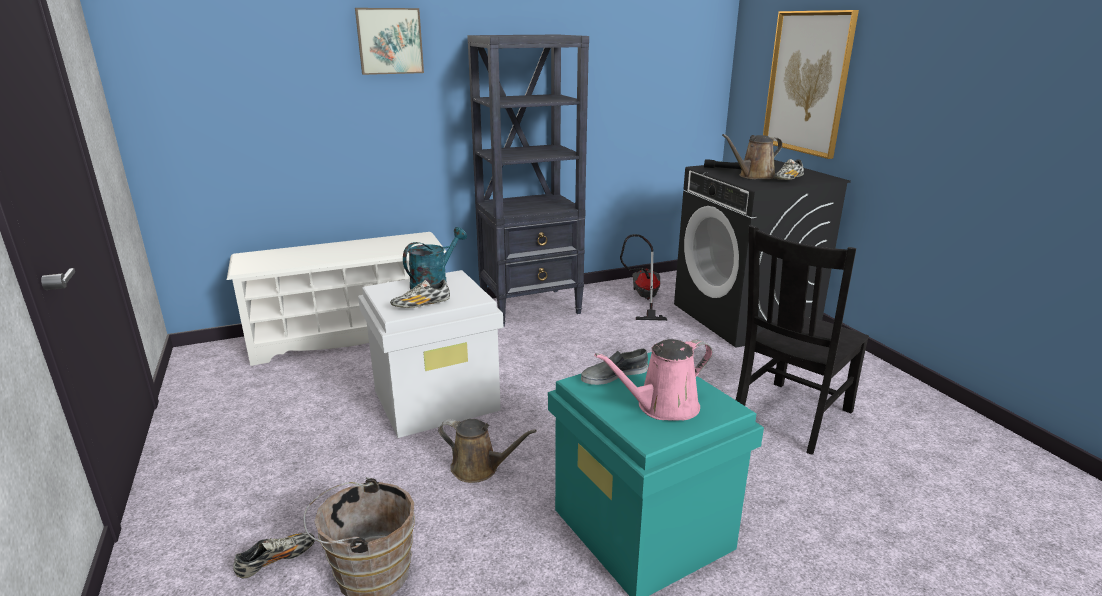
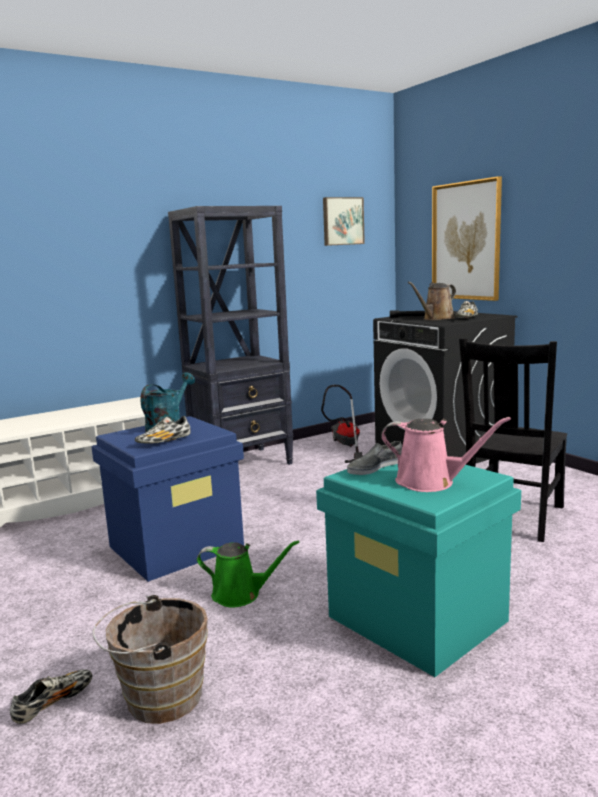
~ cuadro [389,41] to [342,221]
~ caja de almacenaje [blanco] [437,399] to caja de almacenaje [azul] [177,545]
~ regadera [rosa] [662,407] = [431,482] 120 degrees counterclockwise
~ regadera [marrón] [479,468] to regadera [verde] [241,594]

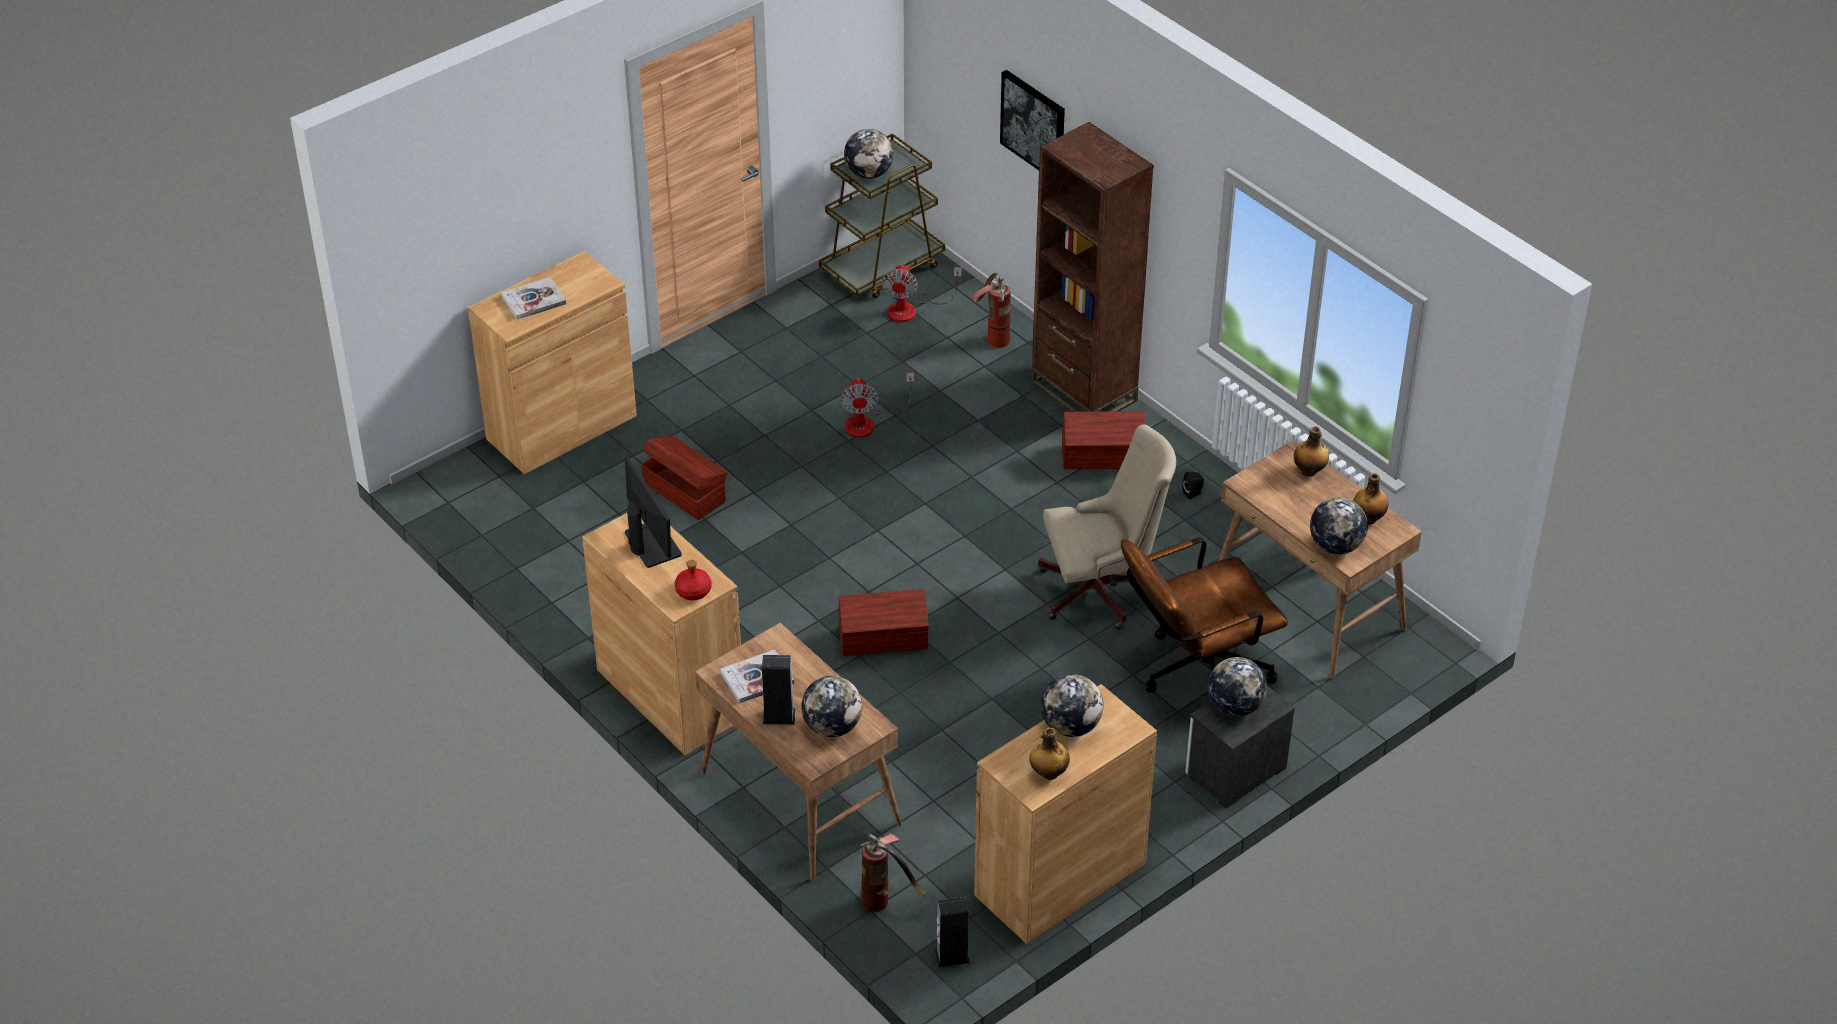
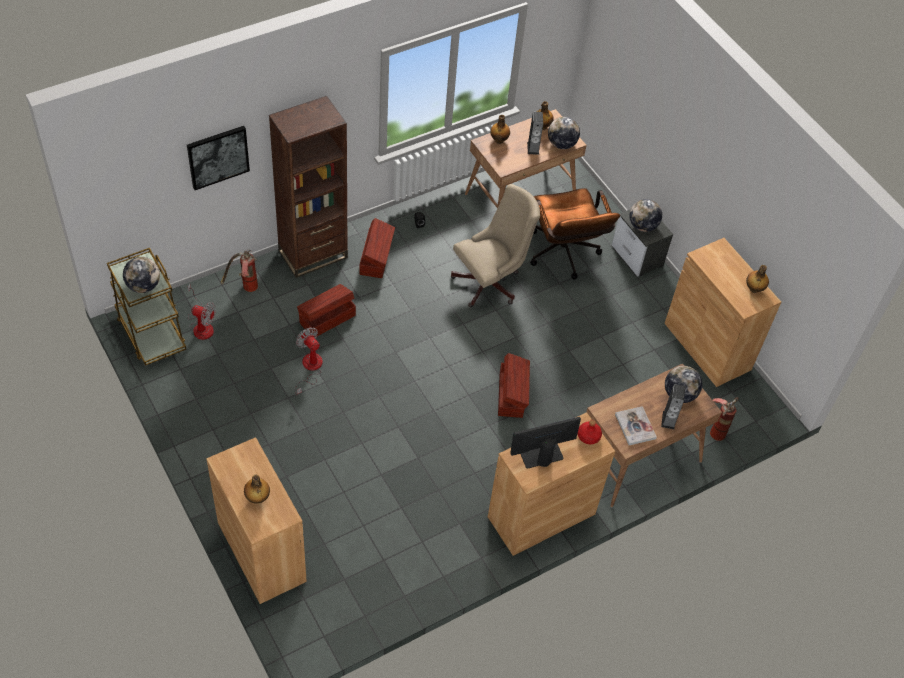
~ libro [533,300] to botella [257,498]
~ ventilador [868,422] = [310,368] 135 degrees counterclockwise
~ silla de oficina [beis] [1102,591] = [491,282] 60 degrees clockwise
~ caja de almacenaje [marrón] [684,491] to [326,319]
- globo terráqueo [1070,726]
~ altavoz [952,956] to [533,148]

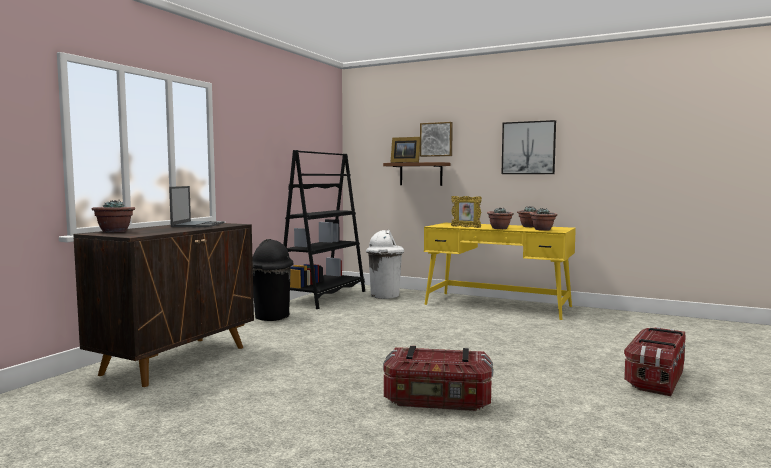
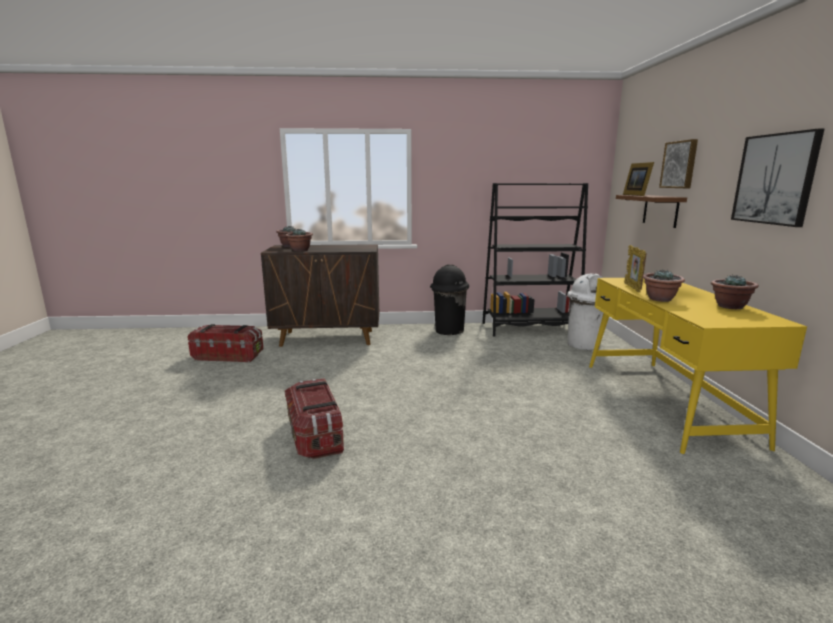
- portátil [198,225]
~ planta en maceta [543,229] to [300,250]
~ caja de almacenaje [655,379] to [228,356]

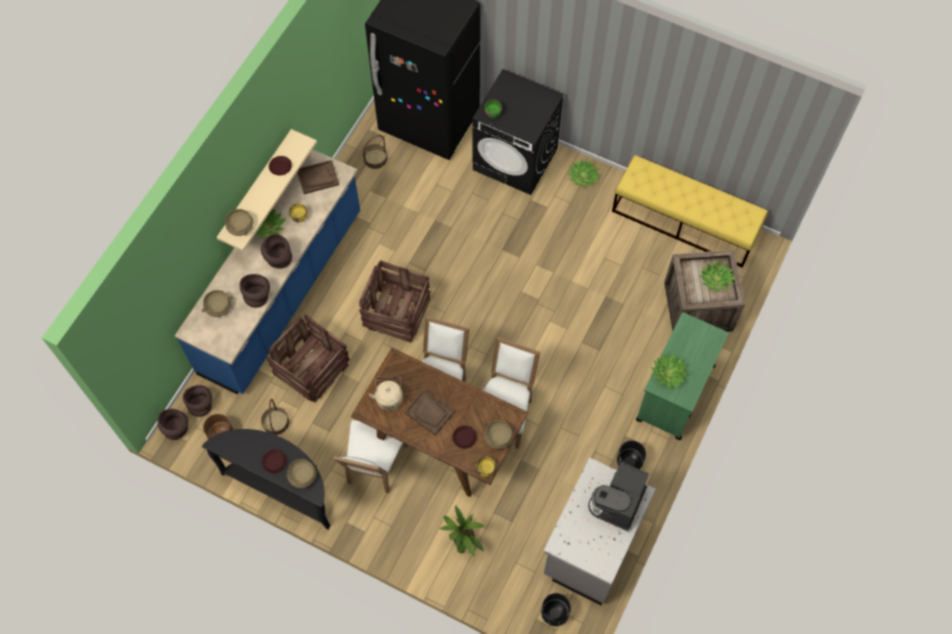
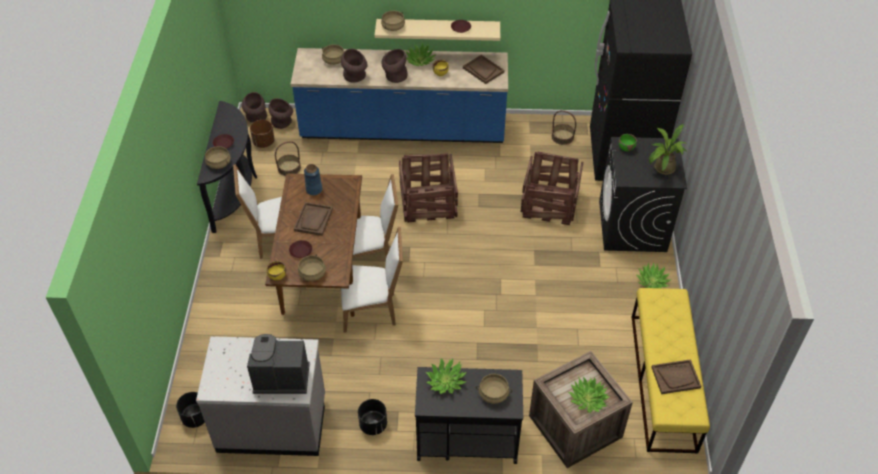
~ carrito [verde] [674,393] to carrito [negro] [466,438]
~ caja de embalaje [312,367] to [550,203]
~ hervidor [beis] [389,397] to florero [azul] [314,190]
~ planta en maceta [463,540] to [662,169]
+ bandeja [marrón] [675,377]
+ olla [beis] [493,394]

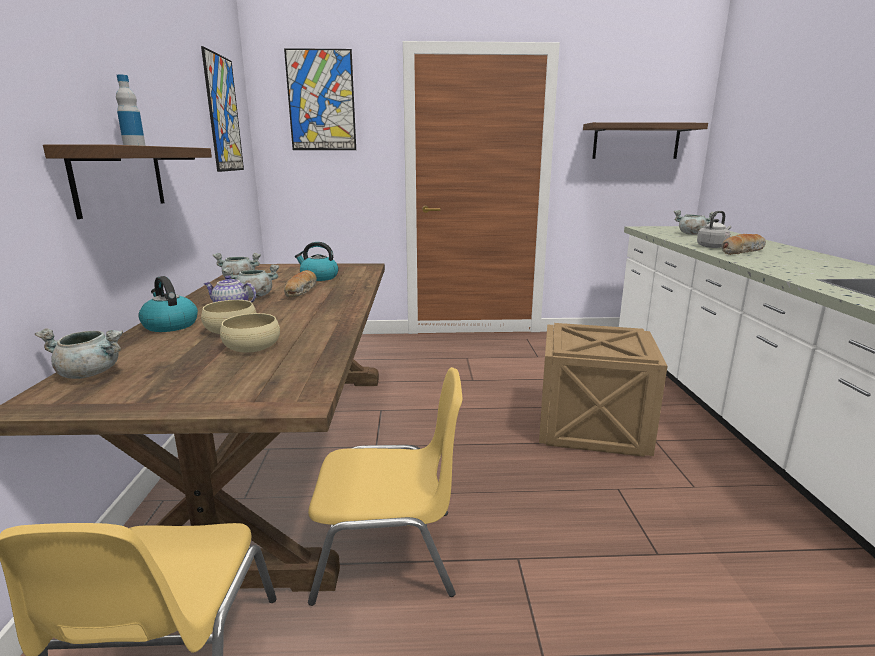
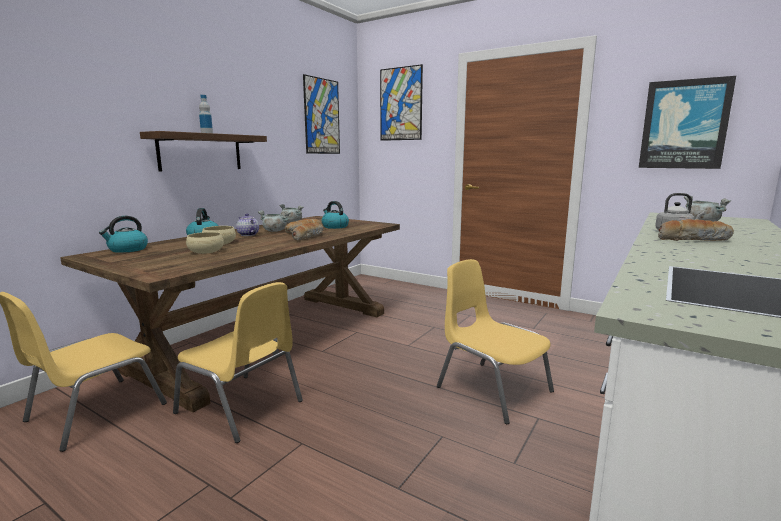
~ estante [636,141] to cuadro [684,124]
~ caja de embalaje [589,427] to silla [amarillo] [492,389]
~ olla [gris] [90,373] to hervidor [127,249]
+ pan [307,237]

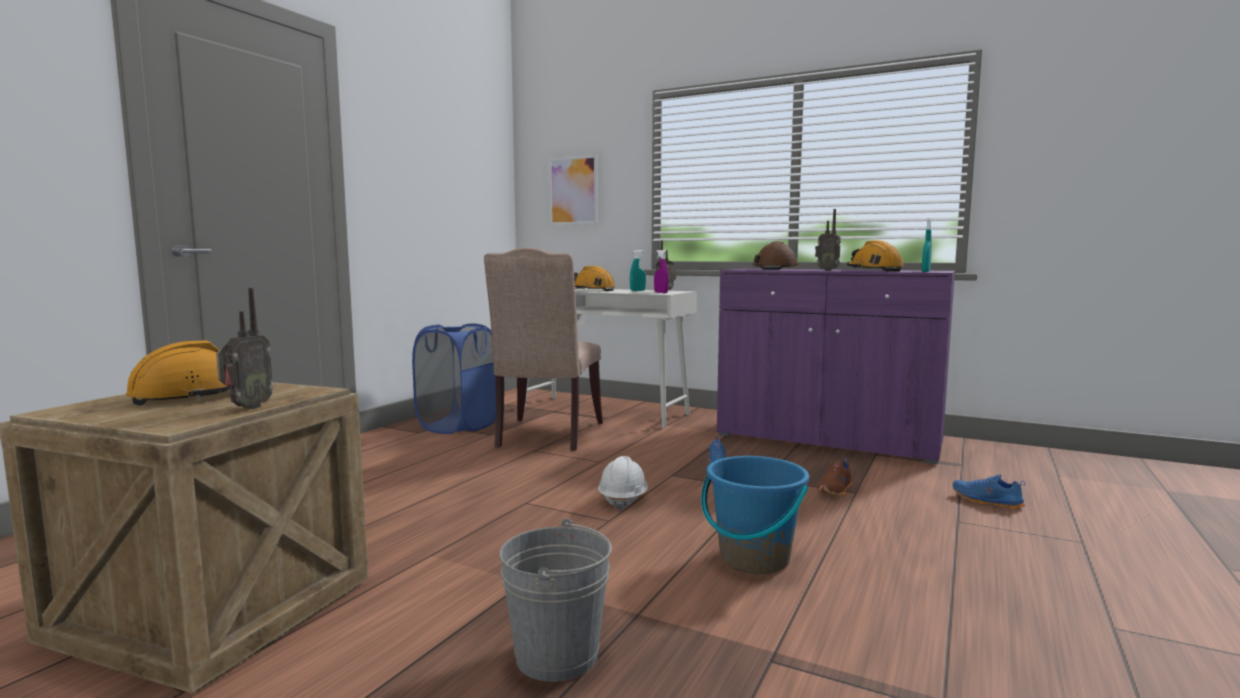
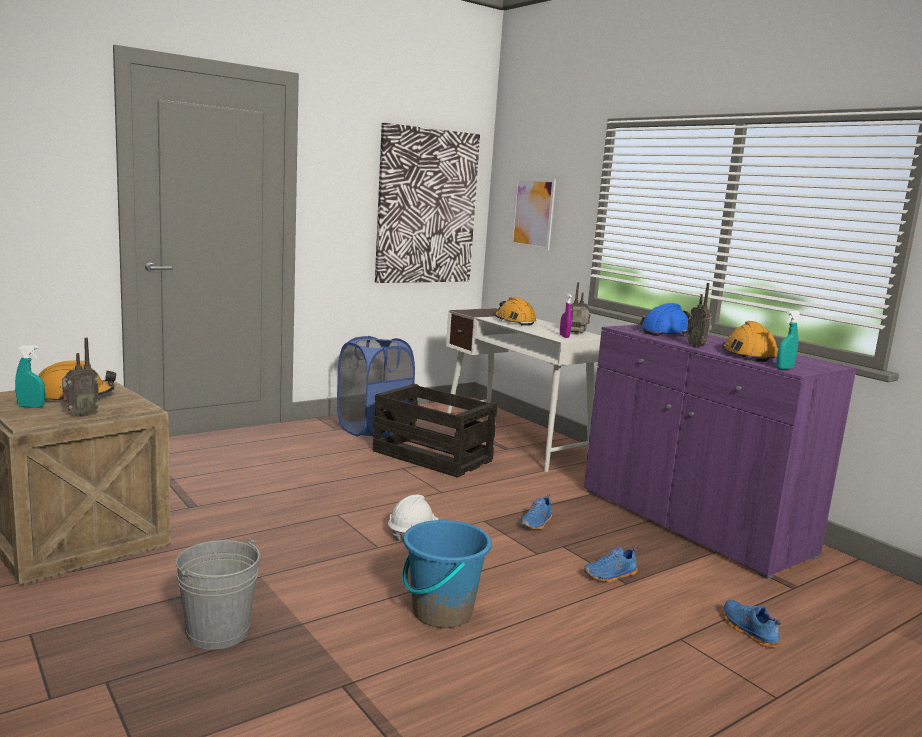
~ casco [marrón] [776,269] to casco [azul] [666,333]
~ silla [beis] [547,436] to caja de embalaje [431,456]
~ pulverizador [turquesa] [637,290] to [31,407]
~ zapato [marrón] [836,490] to zapato [azul] [611,575]
+ cuadro [426,206]

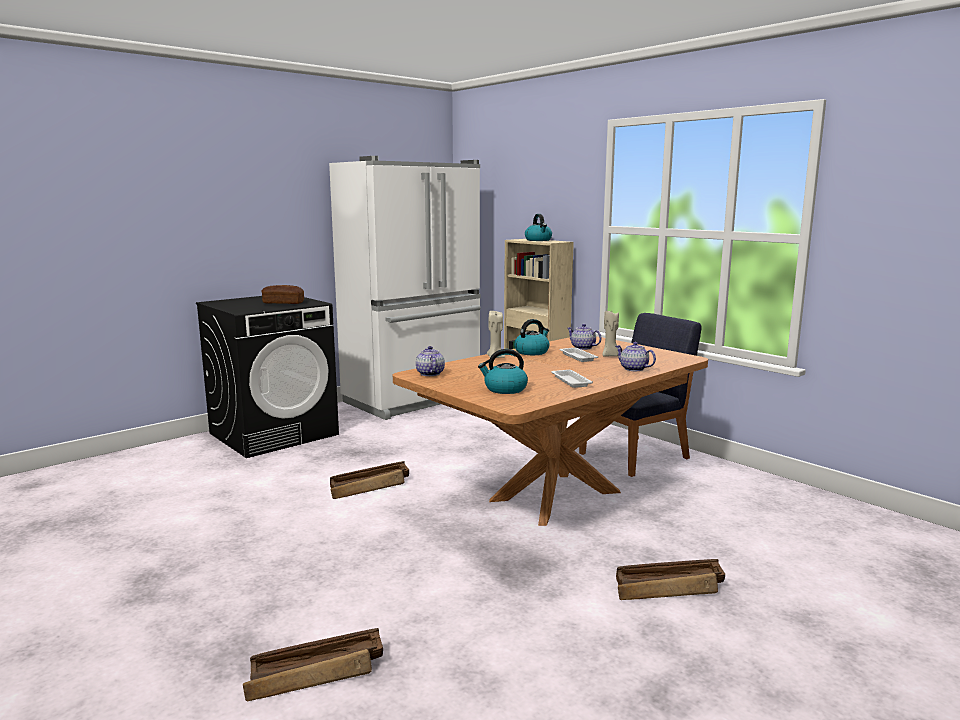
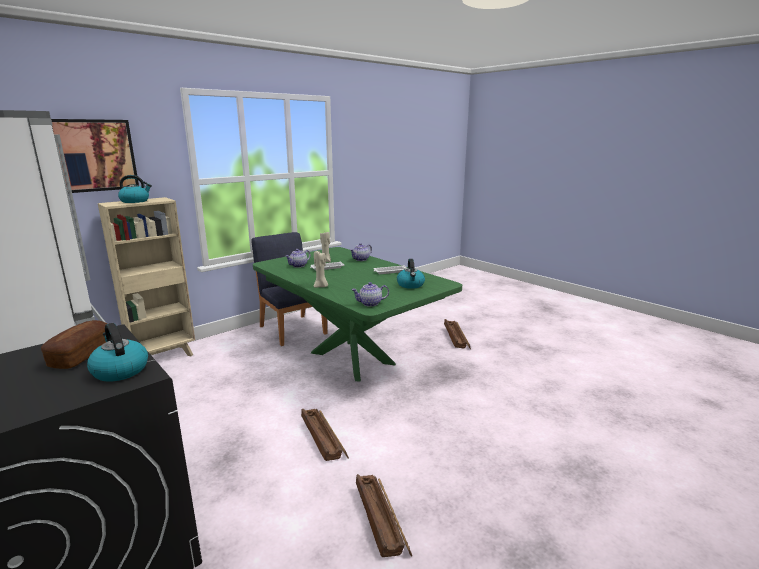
~ hervidor [532,352] to [120,370]
~ mesa de comedor [marrón] [554,495] to mesa de comedor [verde] [352,358]
~ caja de embalaje [317,673] to [381,519]
+ cuadro [95,155]

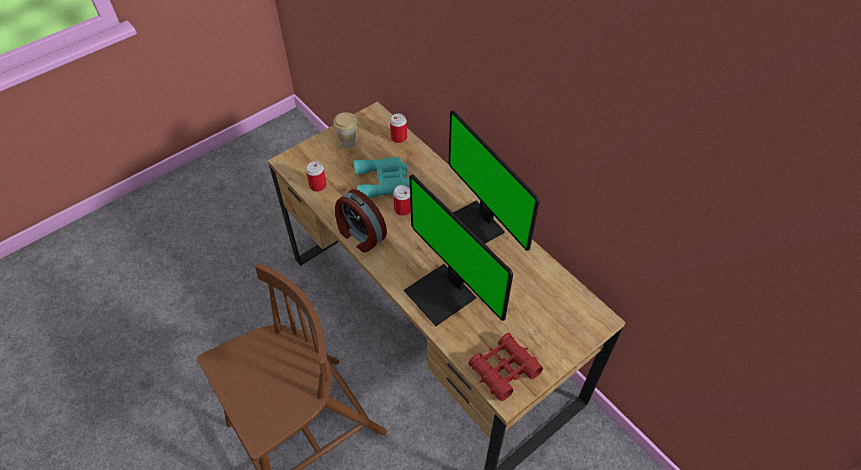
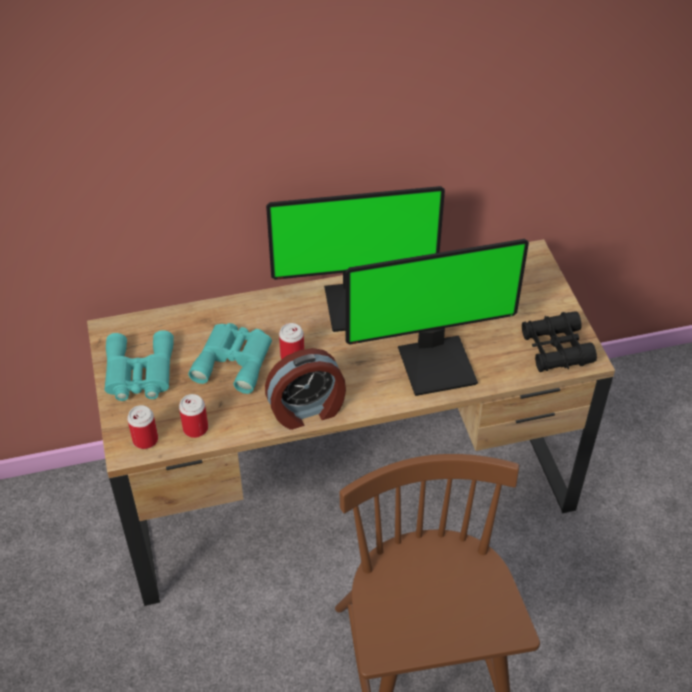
~ taza [348,142] to prismáticos [turquesa] [139,373]
~ lata [399,138] to [145,439]
~ prismáticos [rojo] [504,370] to prismáticos [negro] [556,349]

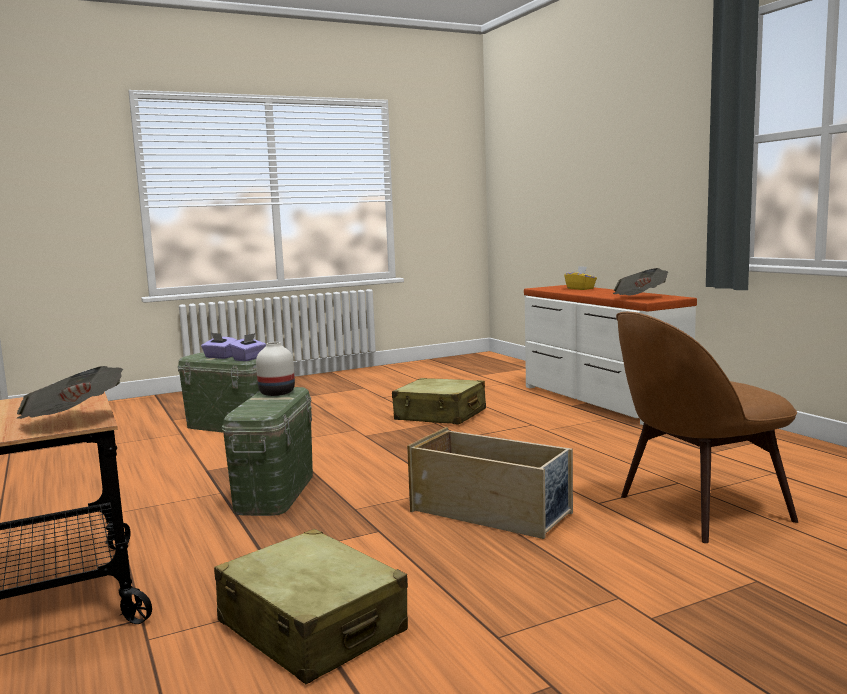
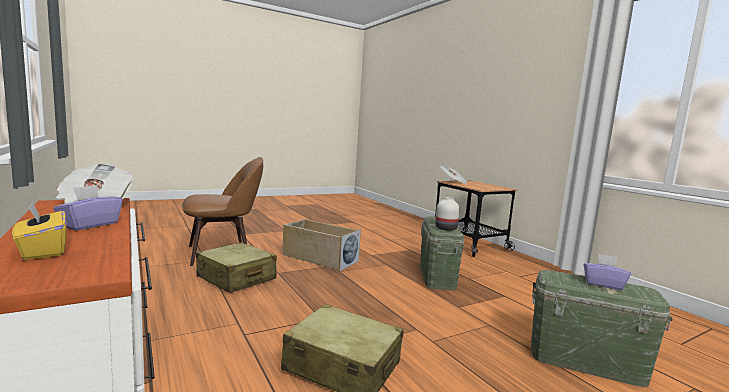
~ caja de pañuelos [morado] [249,359] to [90,225]
~ maleta [beis] [312,627] to [236,278]

